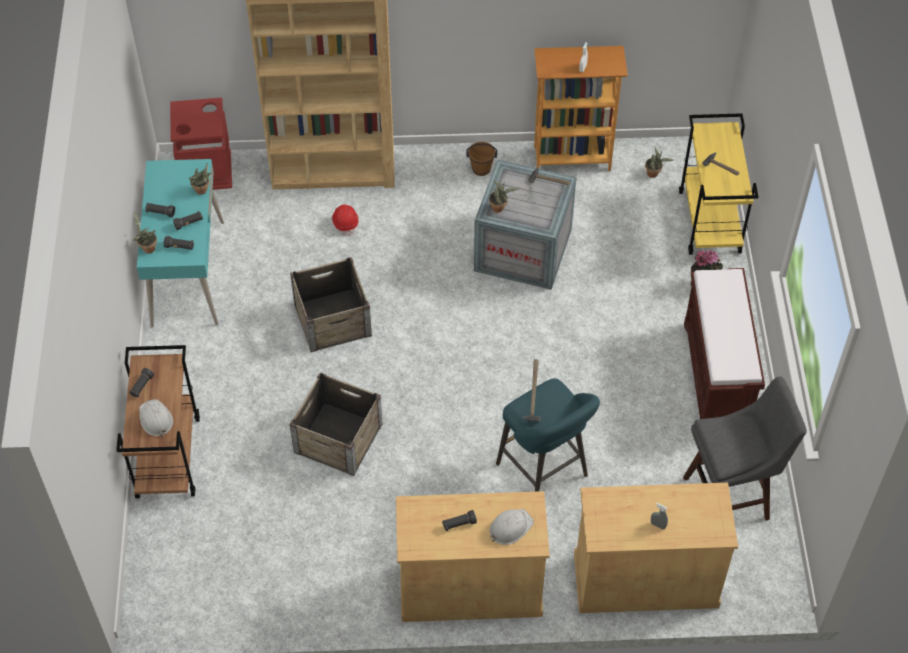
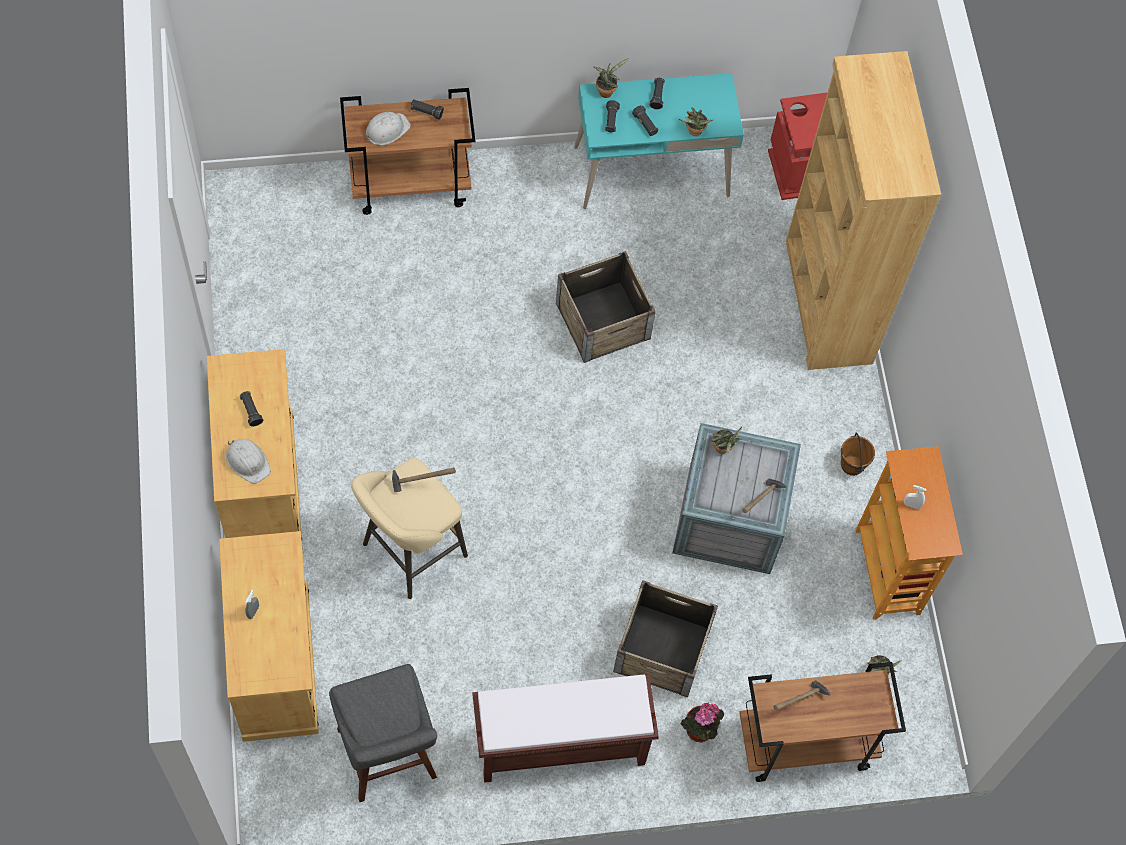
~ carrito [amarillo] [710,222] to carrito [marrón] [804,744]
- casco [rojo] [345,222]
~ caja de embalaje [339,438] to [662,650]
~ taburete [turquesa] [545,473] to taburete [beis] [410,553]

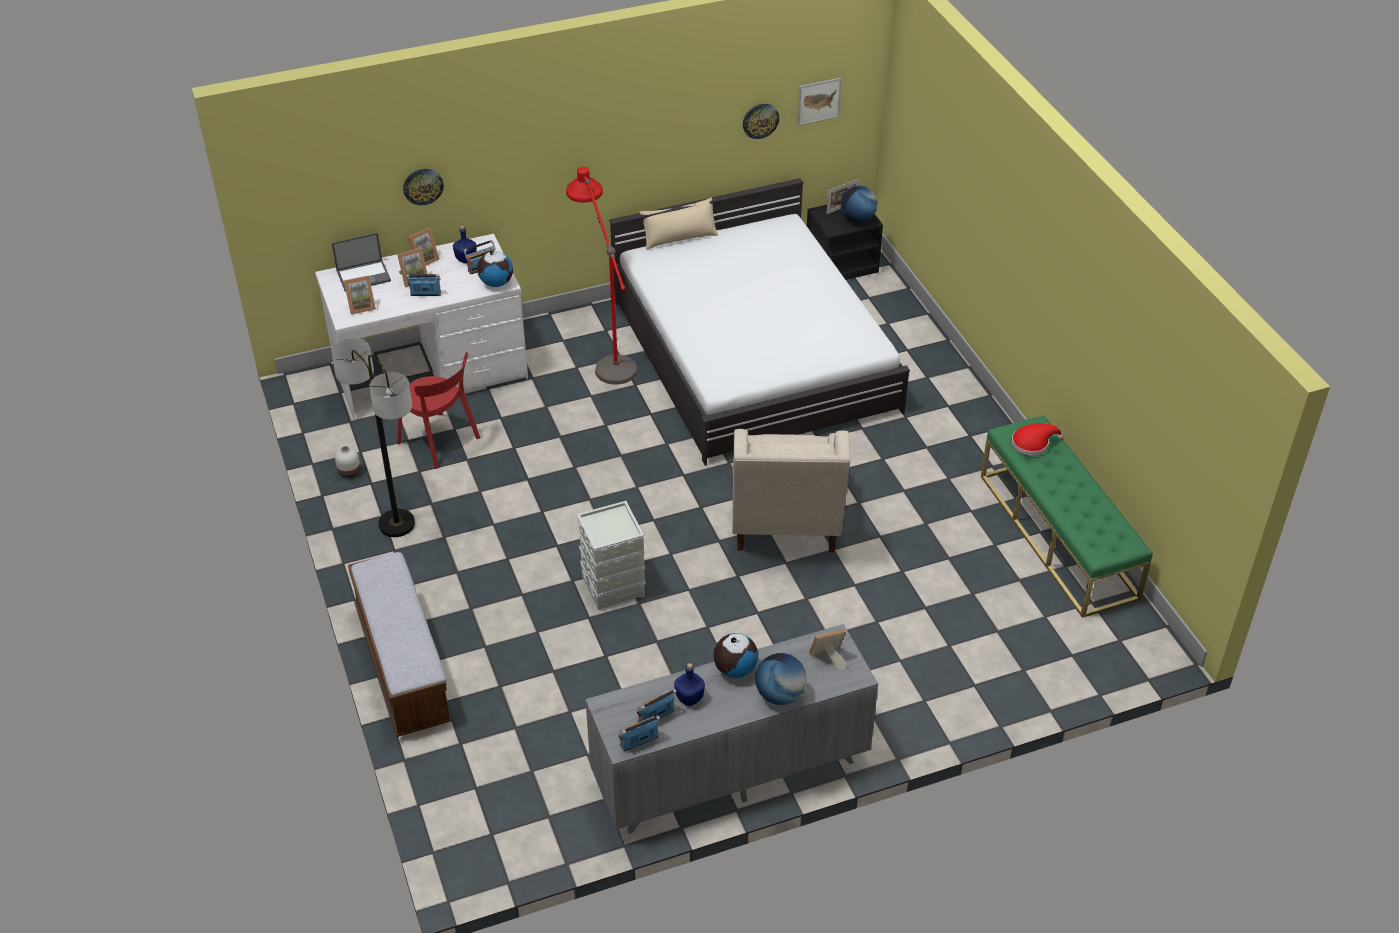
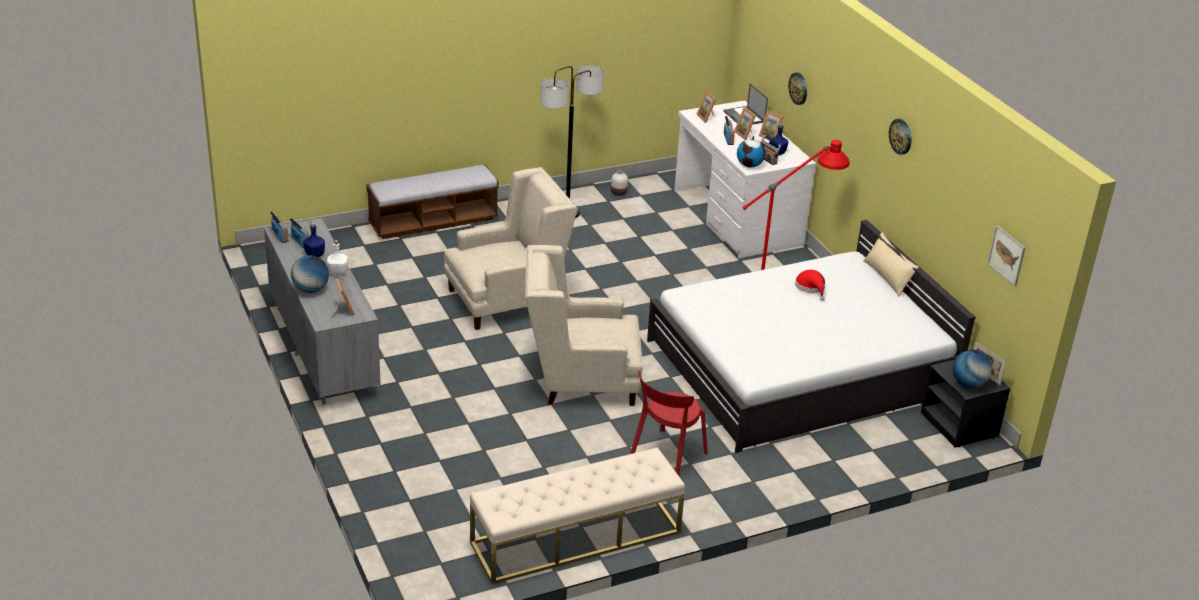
~ reloj de pared [760,120] to [901,136]
~ silla [rojo] [441,442] to [666,456]
~ banco [verde] [1058,536] to banco [beis] [575,537]
~ sombrero [rojo] [1032,443] to [811,287]
~ caja de almacenaje [gris] [613,585] to sillón [beis] [508,300]
~ globo terráqueo [735,669] to botella [blanco] [338,272]

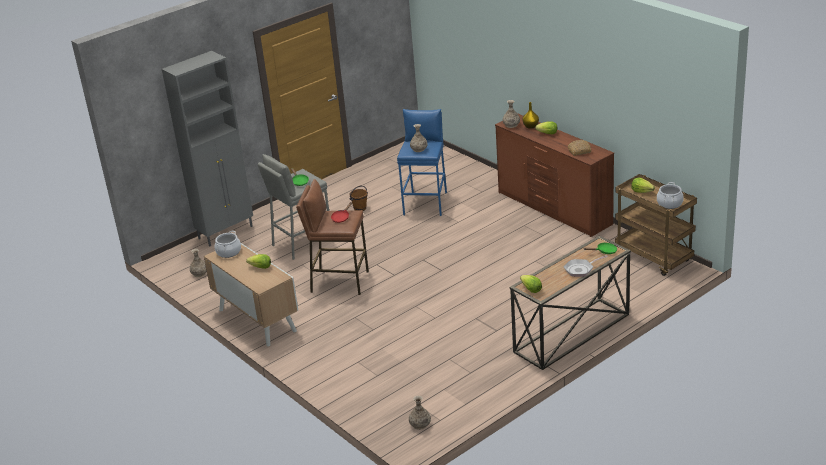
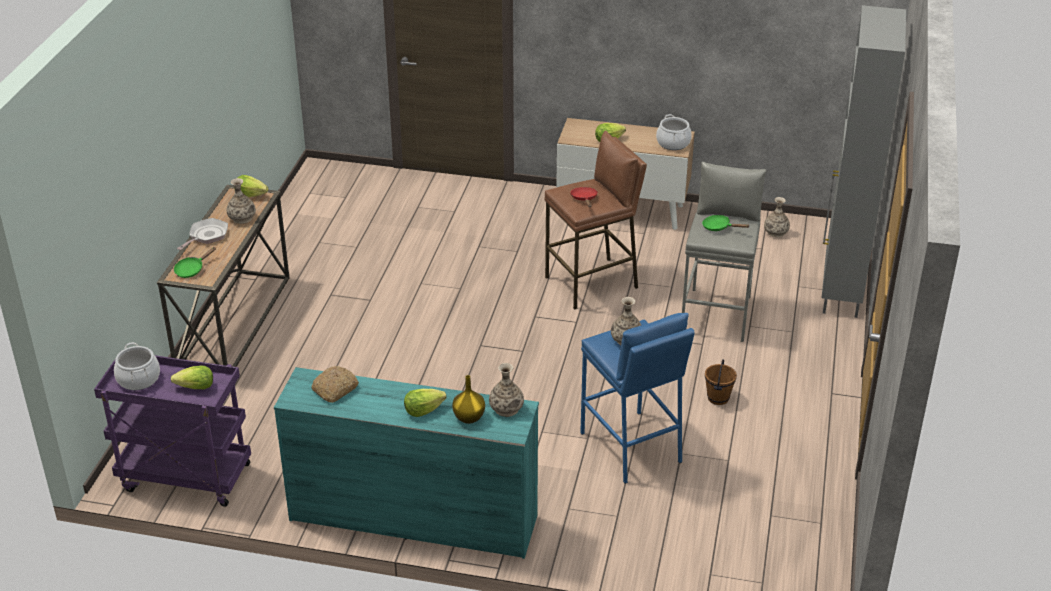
~ cómoda [marrón] [554,209] to cómoda [turquesa] [413,517]
~ carrito [marrón] [654,258] to carrito [morado] [184,478]
~ florero [420,424] to [242,218]

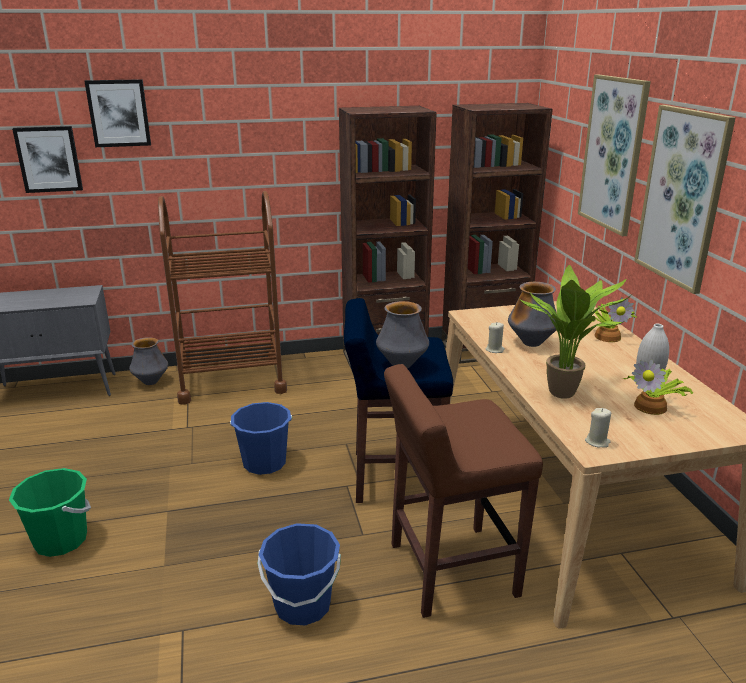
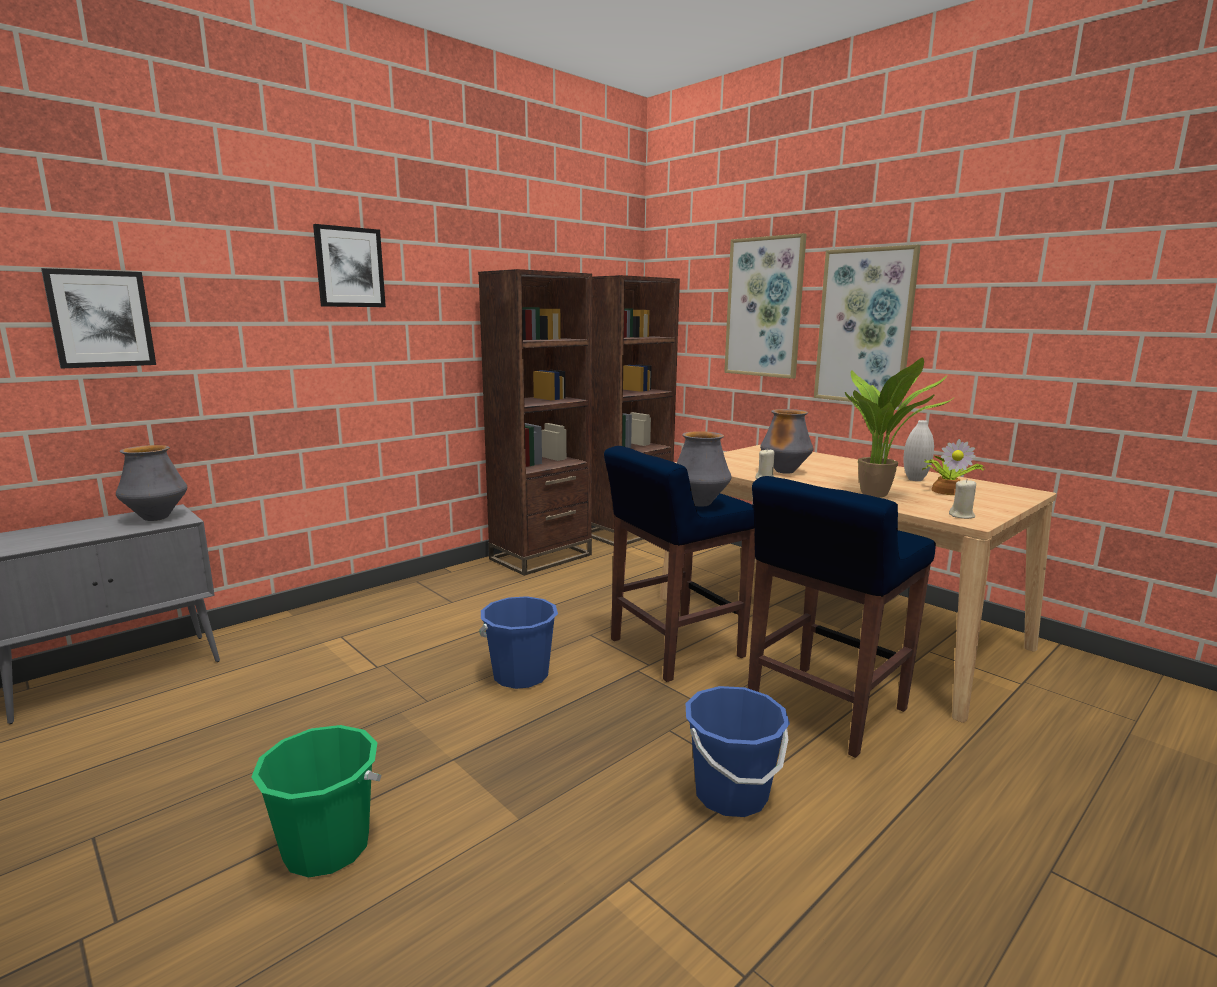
~ cuadro [119,113] to [349,267]
- carrito [marrón] [231,380]
- planta en maceta [608,336]
~ florero [151,382] to [156,518]
~ taburete [marrón] [450,570] to taburete [azul] [824,709]

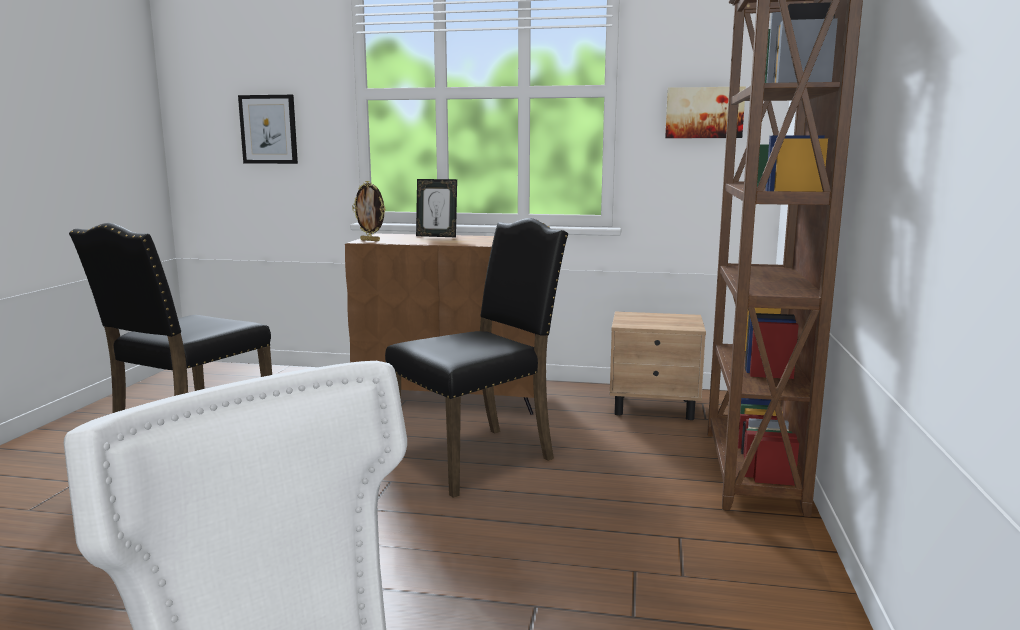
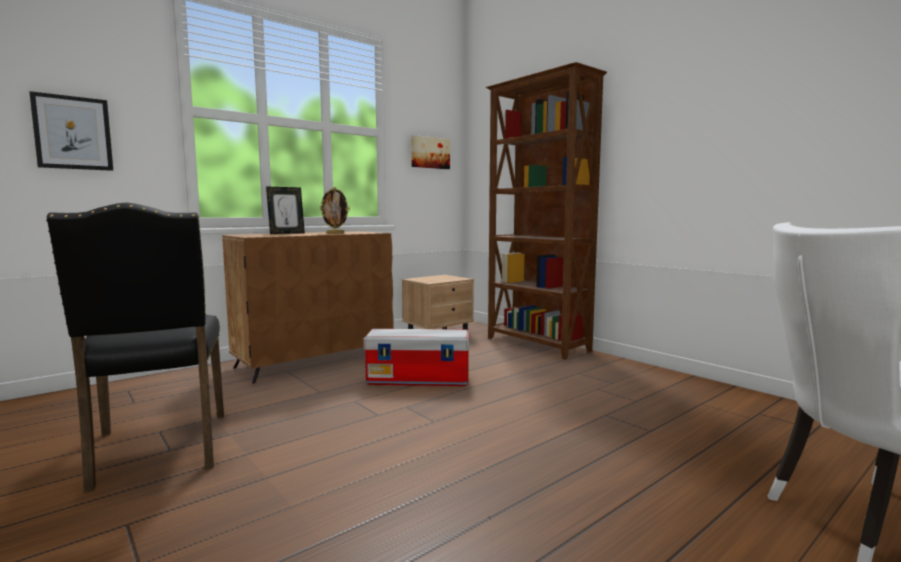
~ portarretratos [370,240] to [335,233]
~ silla [negro] [477,457] to caja de almacenaje [419,380]

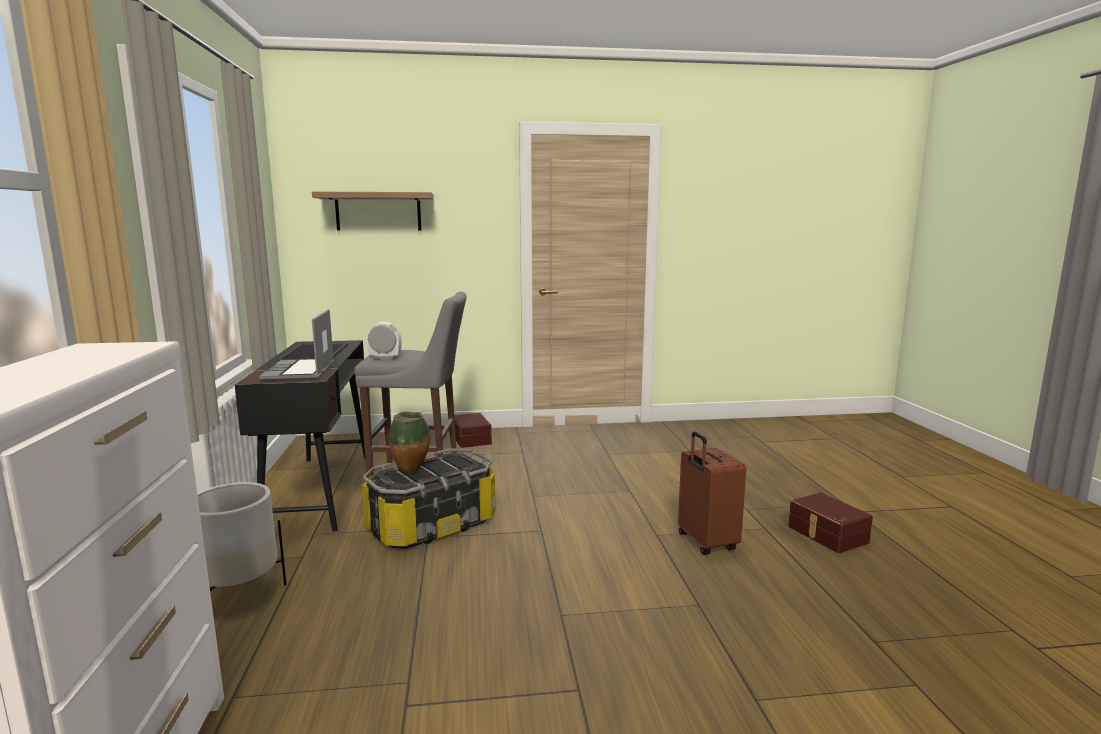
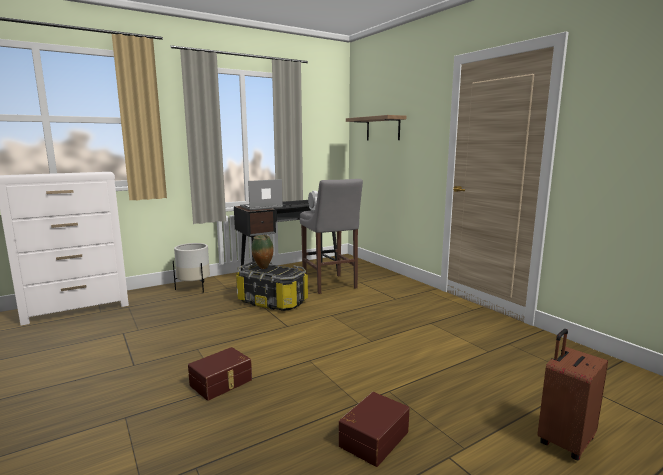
~ caja de almacenaje [marrón] [472,439] to [222,383]
~ maleta [marrón] [705,543] to [564,441]

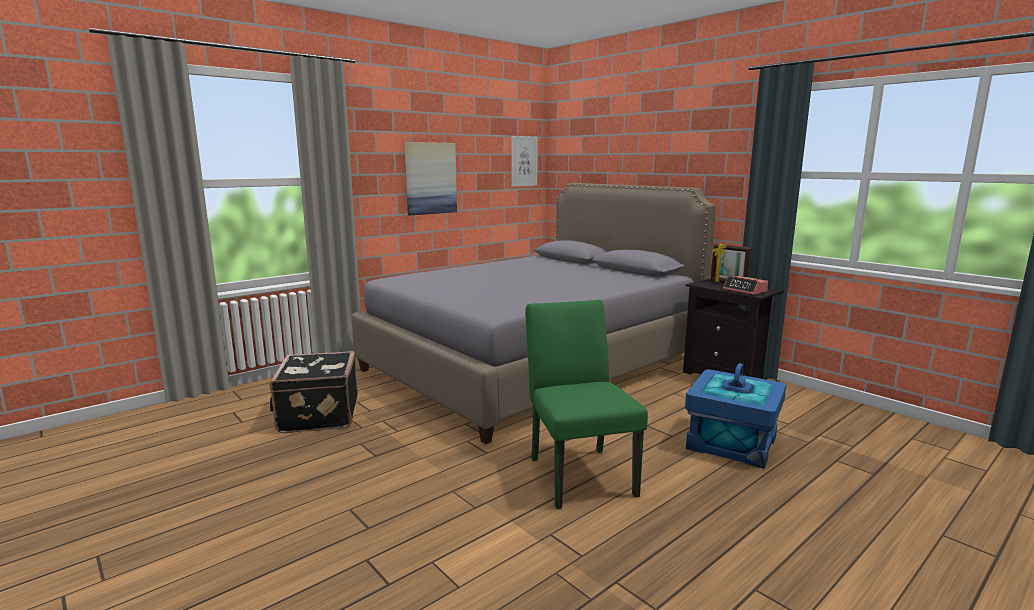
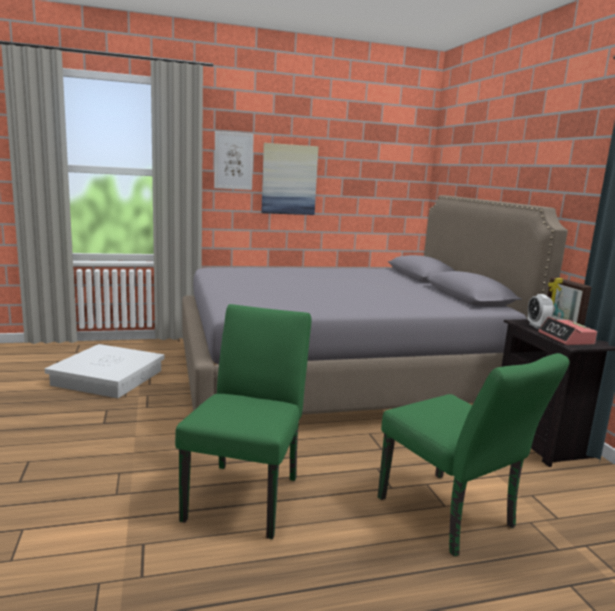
~ cuadro [524,161] to [233,161]
~ maleta [negro] [317,415] to caja de almacenaje [blanco] [107,378]
~ caja de almacenaje [azul] [732,443] to silla [verde] [453,517]
+ despertador [537,326]

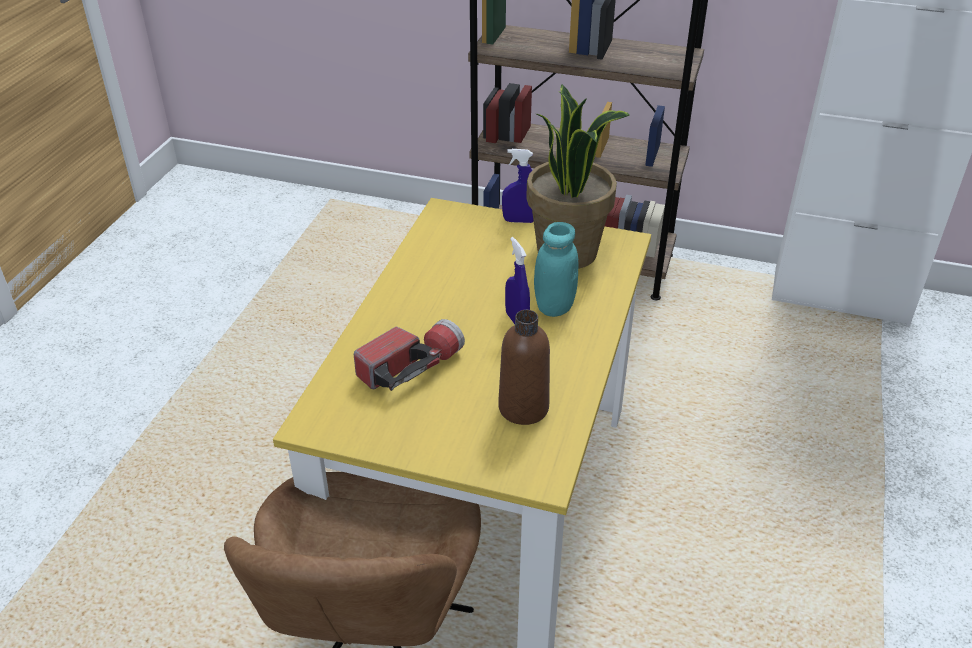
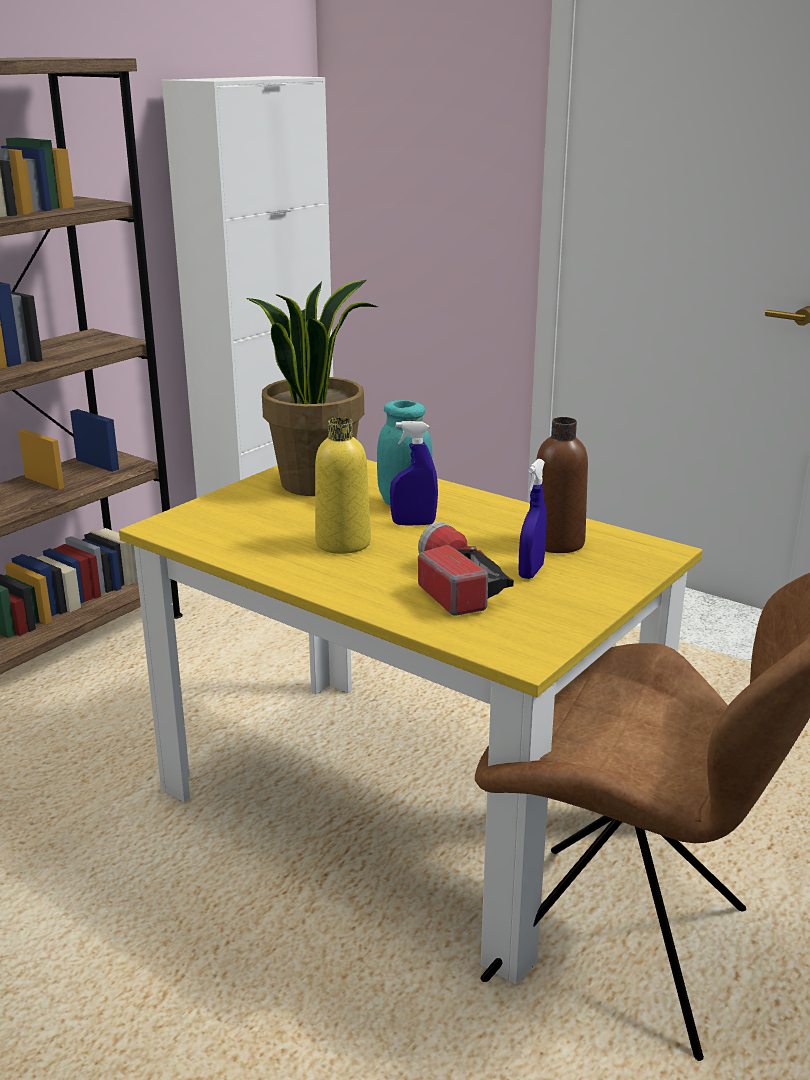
~ pulverizador [azul] [519,220] to [531,571]
+ botella [amarillo] [343,543]

